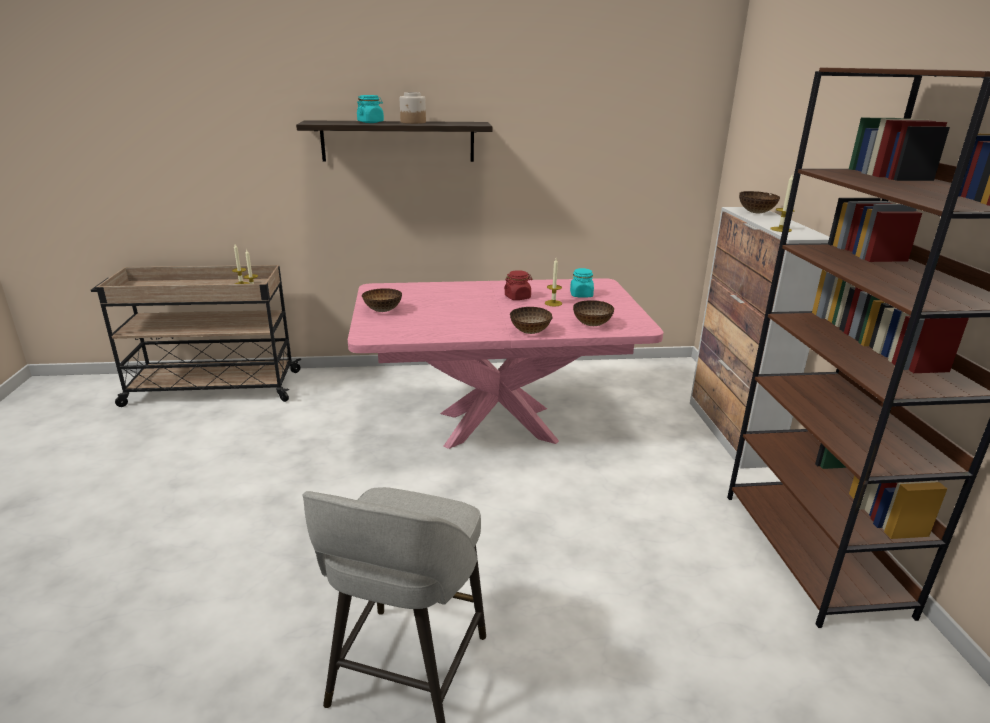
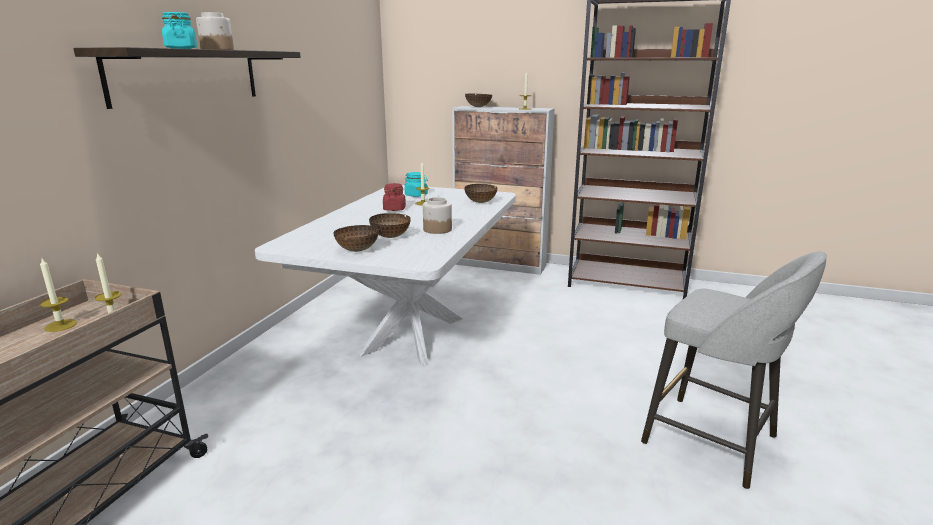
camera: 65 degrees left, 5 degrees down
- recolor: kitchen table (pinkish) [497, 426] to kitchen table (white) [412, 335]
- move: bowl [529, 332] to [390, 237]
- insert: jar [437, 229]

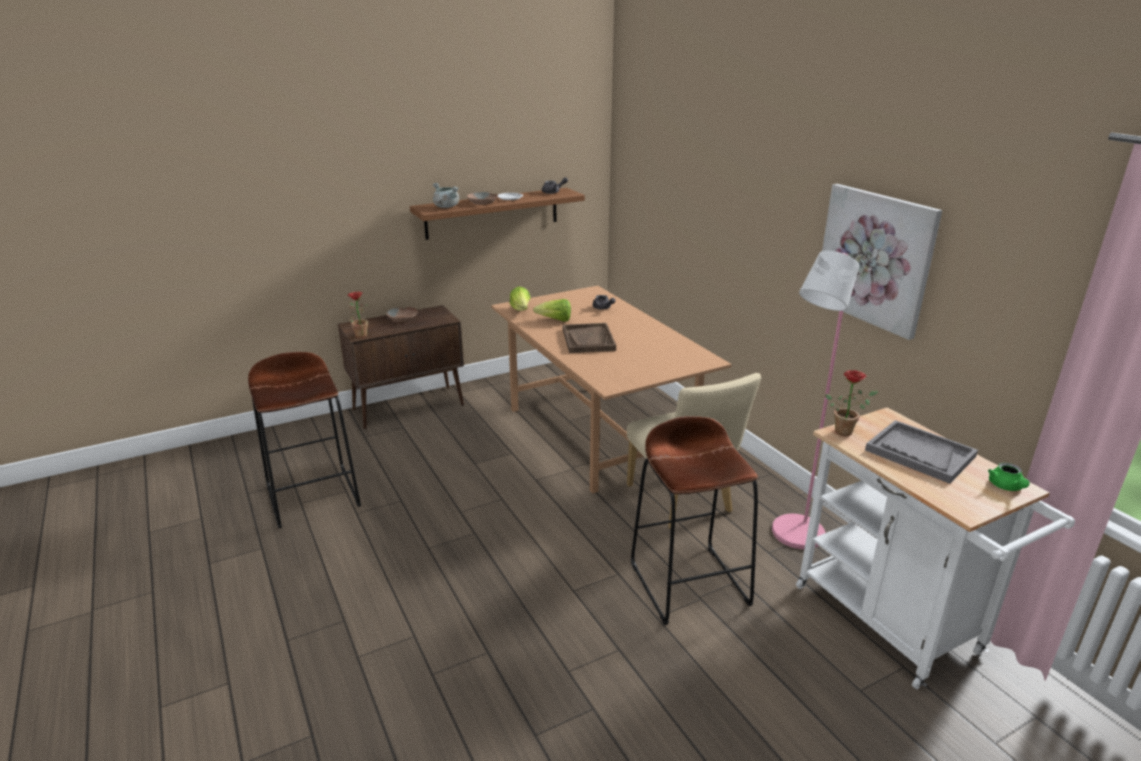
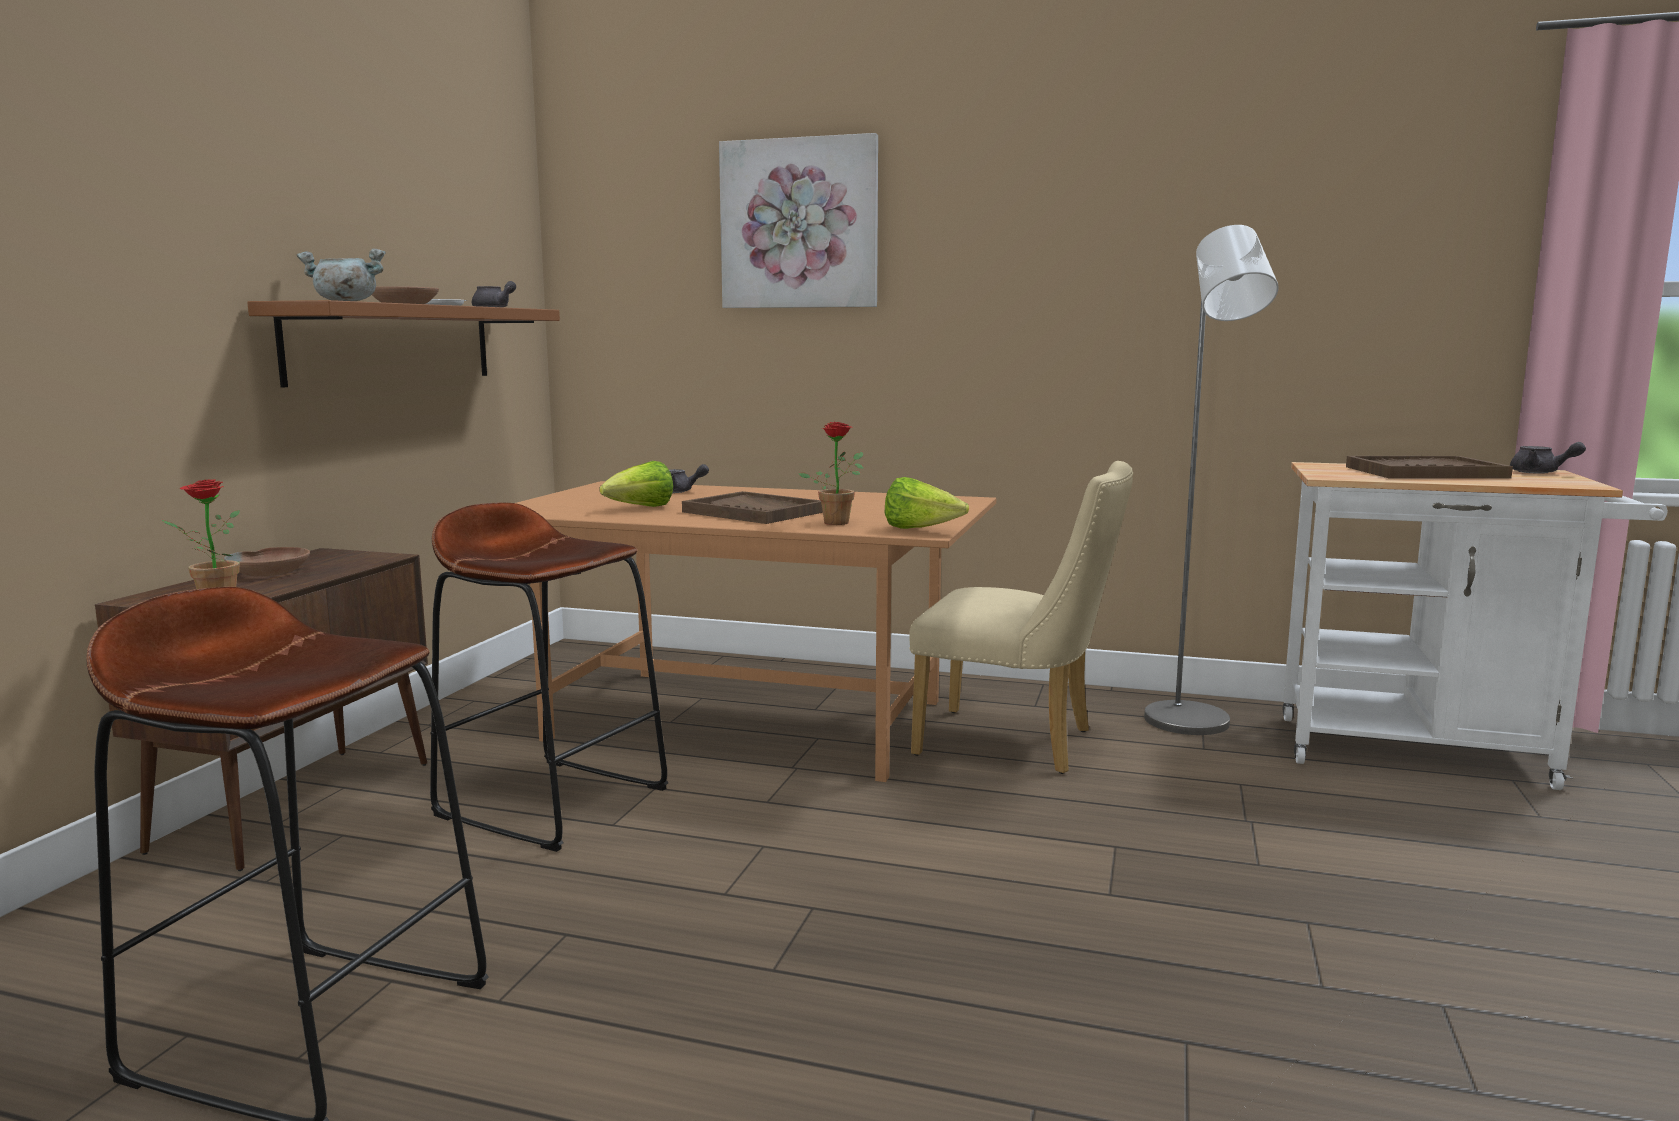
camera: 45 degrees left, 15 degrees down
- move: wall picture [875, 258] to [800, 224]
- recolor: standard lamp (pinkish) [793, 538] to standard lamp (gray) [1193, 726]
- move: lettuce head [521, 310] to [920, 530]
- move: potted plant [846, 431] to [838, 522]
- move: sitting stool (brown) [689, 583] to [553, 801]
- recolor: serving tray (gray) [919, 453] to serving tray (brown) [1424, 472]
- recolor: pot for tea (green) [1006, 487] to pot for tea (gray) [1540, 473]

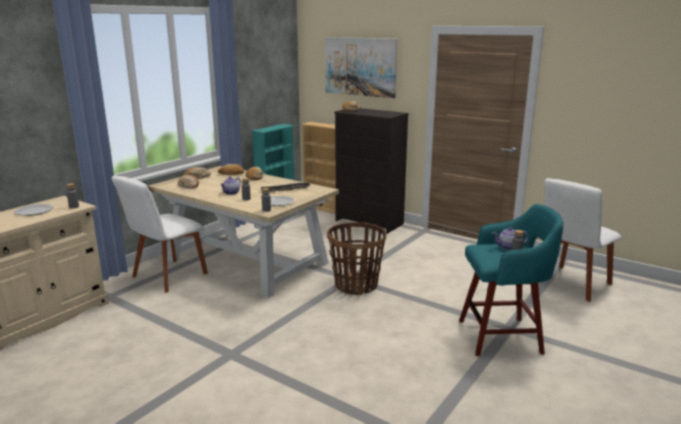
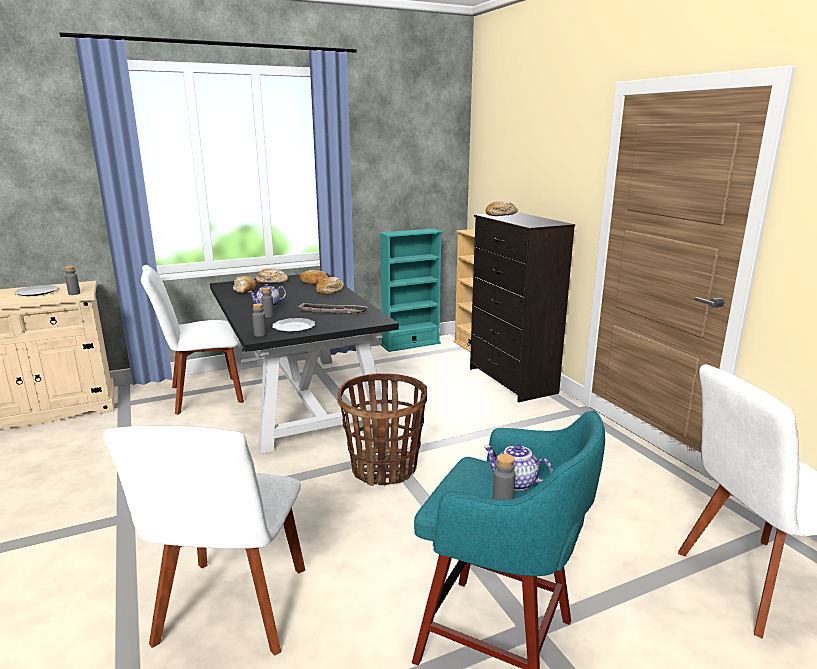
camera: 30 degrees right, 0 degrees up
- delete: wall picture [360, 66]
- recolor: kitchen table (beige-coloured) [248, 262] to kitchen table (blackish) [301, 399]
- insert: chair (white) [231, 611]

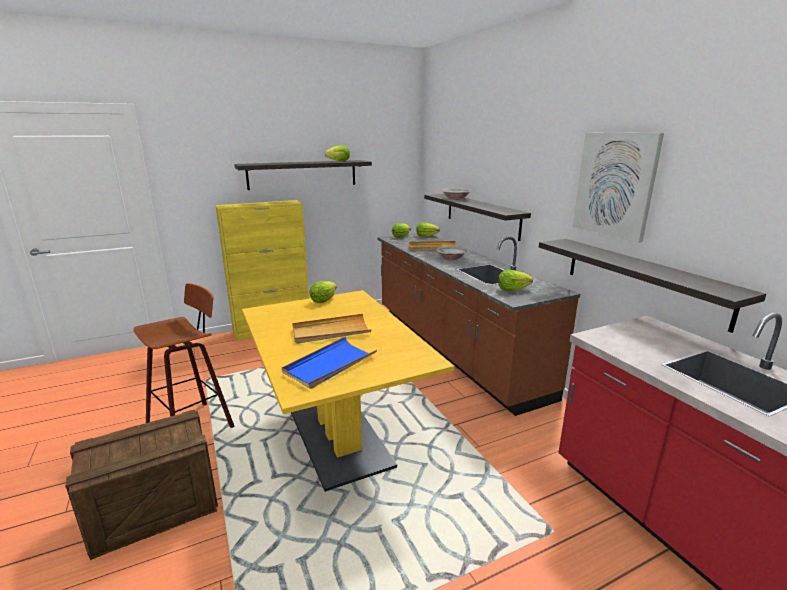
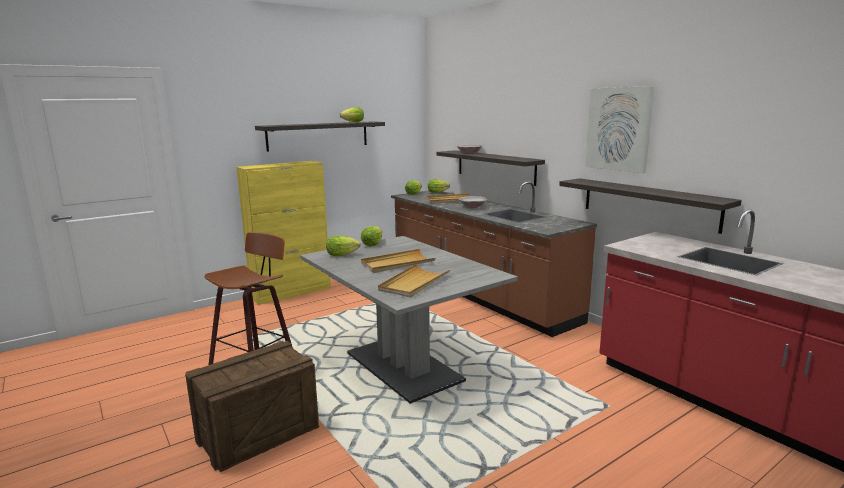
camera: 10 degrees left, 5 degrees down
- move: lettuce head [512, 290] to [341, 255]
- recolor: kitchen table (yellow) [339, 438] to kitchen table (gray) [403, 367]
- recolor: serving tray (bluish) [329, 365] to serving tray (beige-coloured) [414, 283]

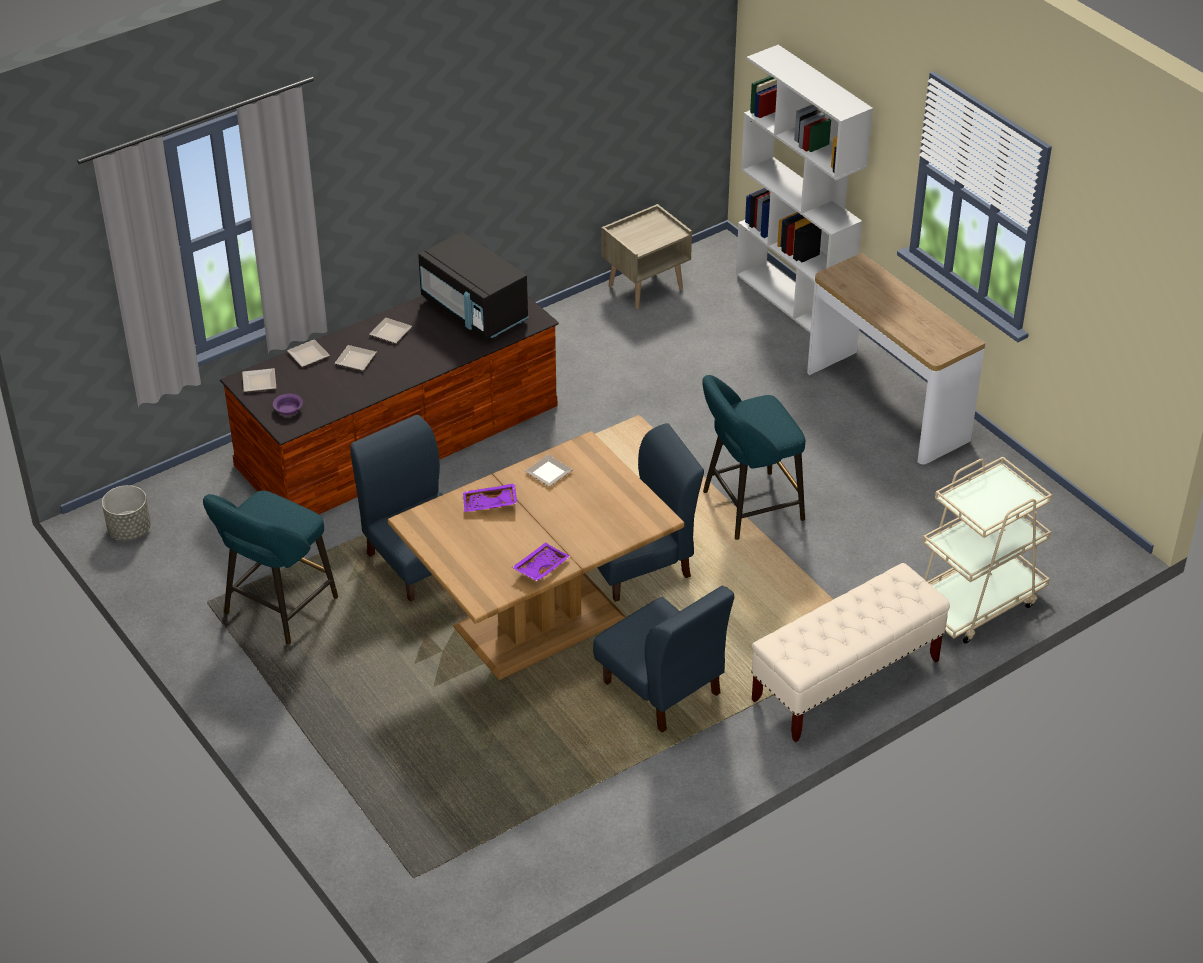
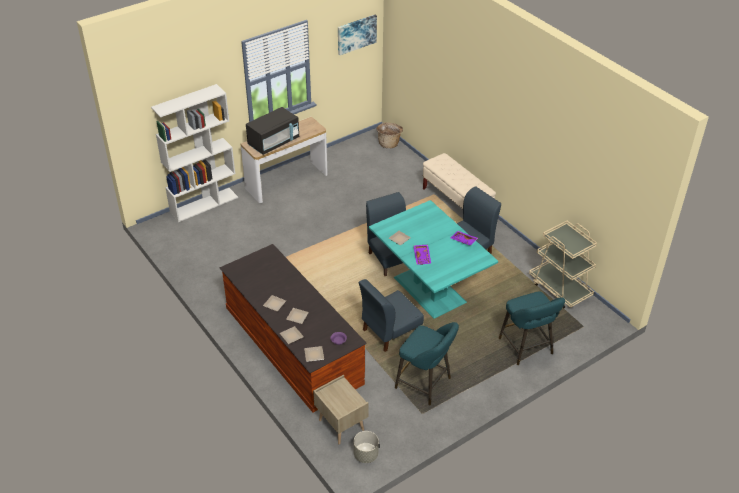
camera: 90 degrees left, 0 degrees up
- move: night table (beige-coloured) [645, 287] to [340, 425]
- move: kitchen microwave (blackish) [474, 311] to [274, 142]
- move: sitting stool (blue-green) [747, 507] to [527, 348]
- recolor: kitchen table (brown) [538, 622] to kitchen table (blue-green) [429, 290]
- move: wheeled cart (beige-coloured) [975, 602] to [560, 288]
- insert: wall picture [356, 34]
- insert: storage basket [389, 143]

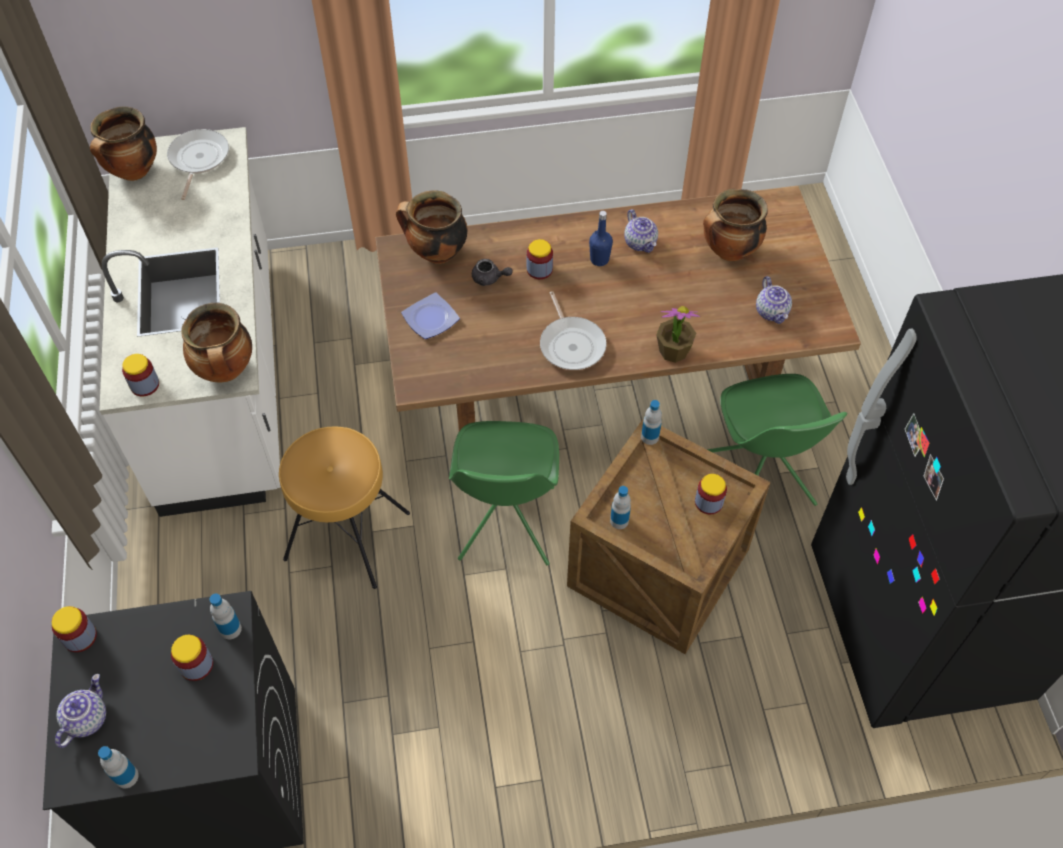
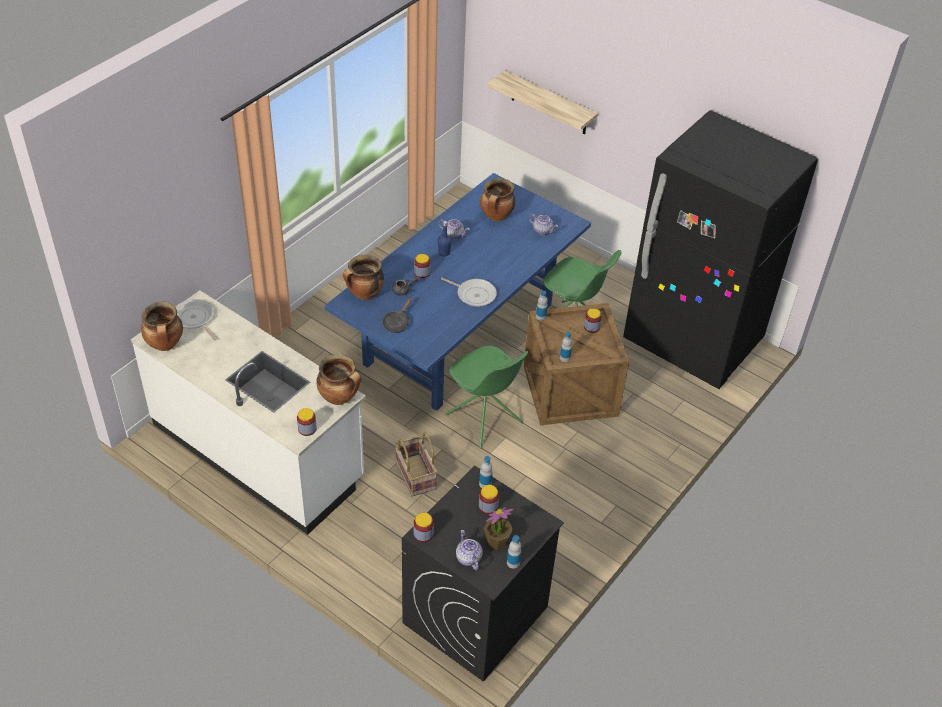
camera: 45 degrees left, 10 degrees down
- recolor: kitchen table (brown) [603, 386] to kitchen table (bluish) [460, 332]
- replace: dinner plate [431, 318] to pan (blackish) [397, 323]
- move: potted plant [673, 351] to [497, 541]
- replace: sitting stool (brown) [347, 534] to storage basket [414, 475]
- insert: bracket shelf [549, 103]

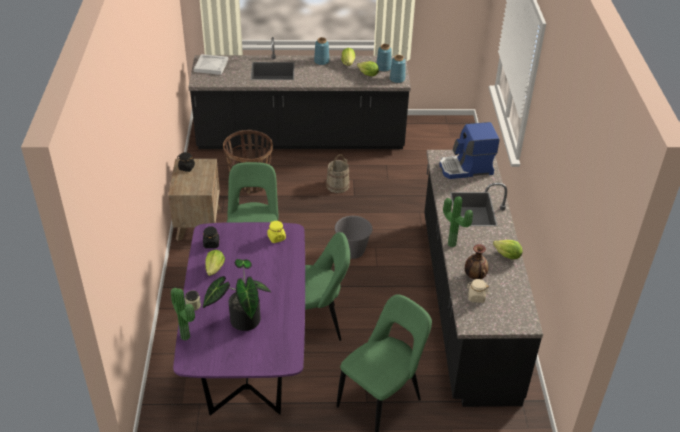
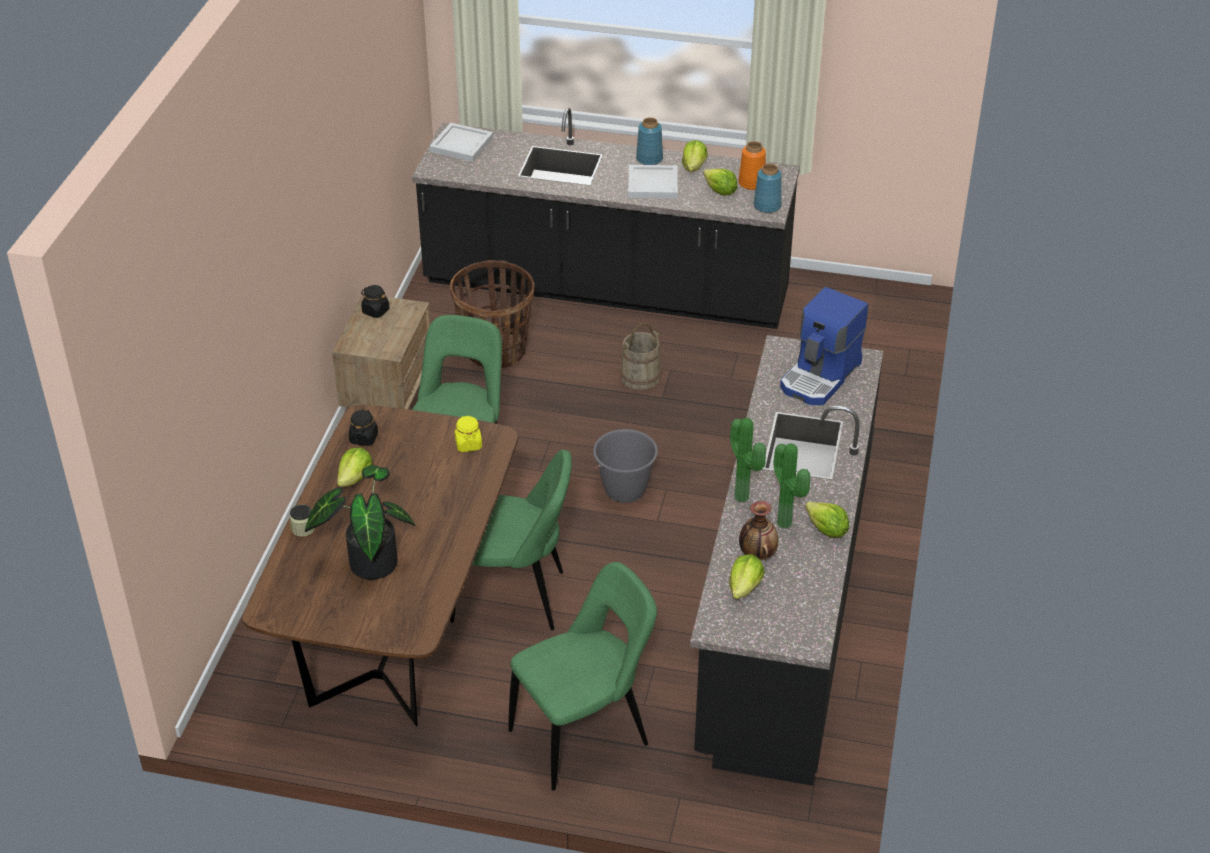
camera: 15 degrees right, 0 degrees up
- recolor: flower vase (bluish) [384, 68] to flower vase (orangey) [752, 183]
- rotate: coffee brewer [466, 168] = [821, 376] 60 degrees counterclockwise
- recolor: kitchen table (purple) [248, 355] to kitchen table (brown) [398, 627]
- replace: jar (beige-coloured) [476, 297] to lettuce head [745, 587]
- move: potted plant [187, 336] to [786, 522]
- insert: serving tray (white) [653, 184]

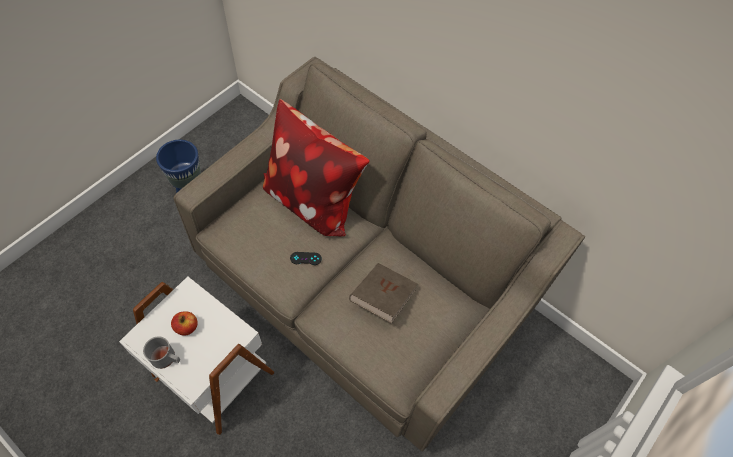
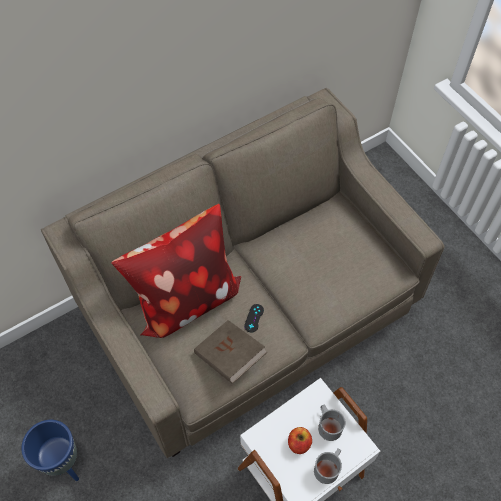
camera: 70 degrees left, 0 degrees up
- move: bound book (brown) [382, 298] to [230, 357]
- insert: coffee mug (gray) [328, 425]

